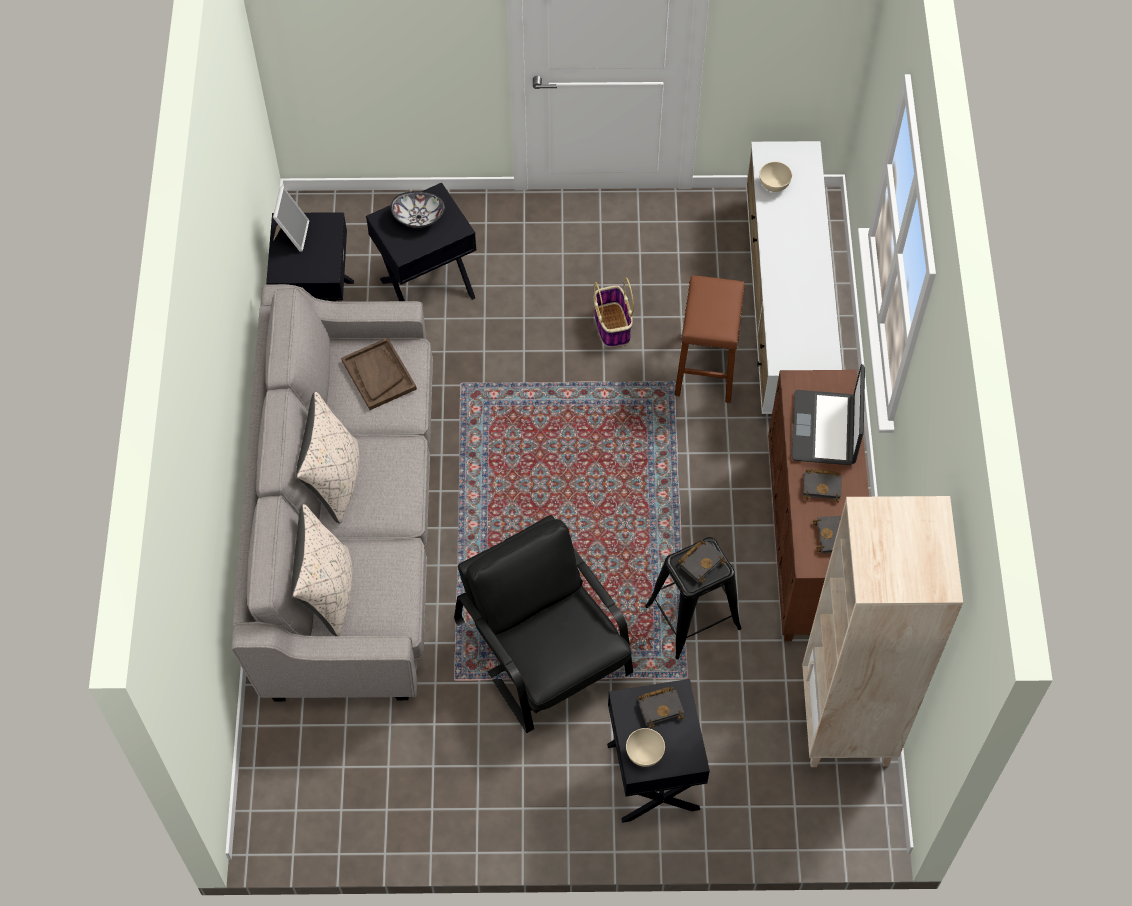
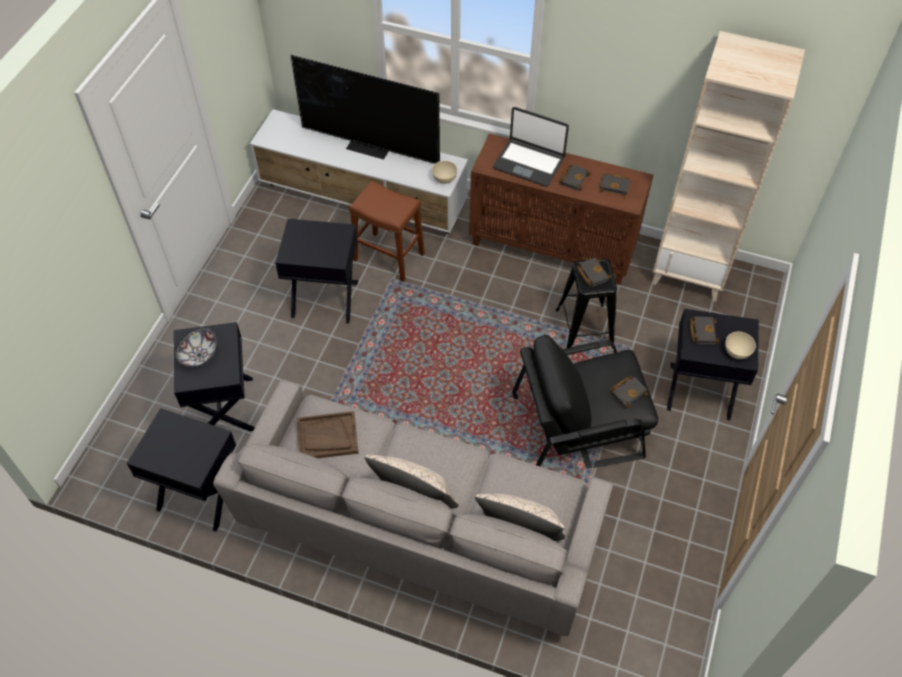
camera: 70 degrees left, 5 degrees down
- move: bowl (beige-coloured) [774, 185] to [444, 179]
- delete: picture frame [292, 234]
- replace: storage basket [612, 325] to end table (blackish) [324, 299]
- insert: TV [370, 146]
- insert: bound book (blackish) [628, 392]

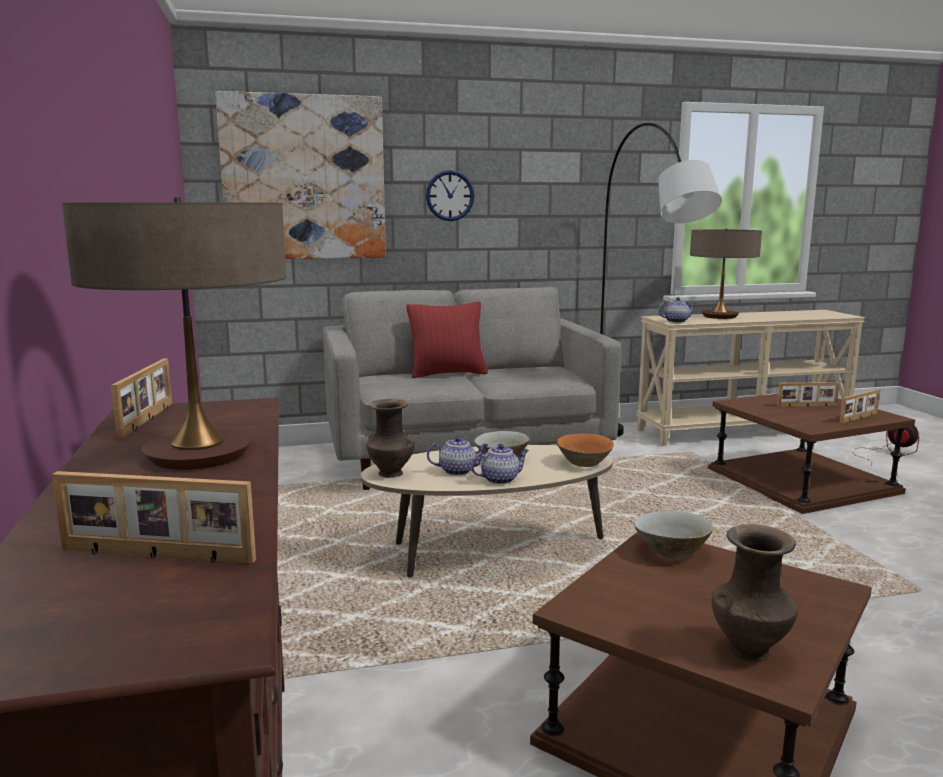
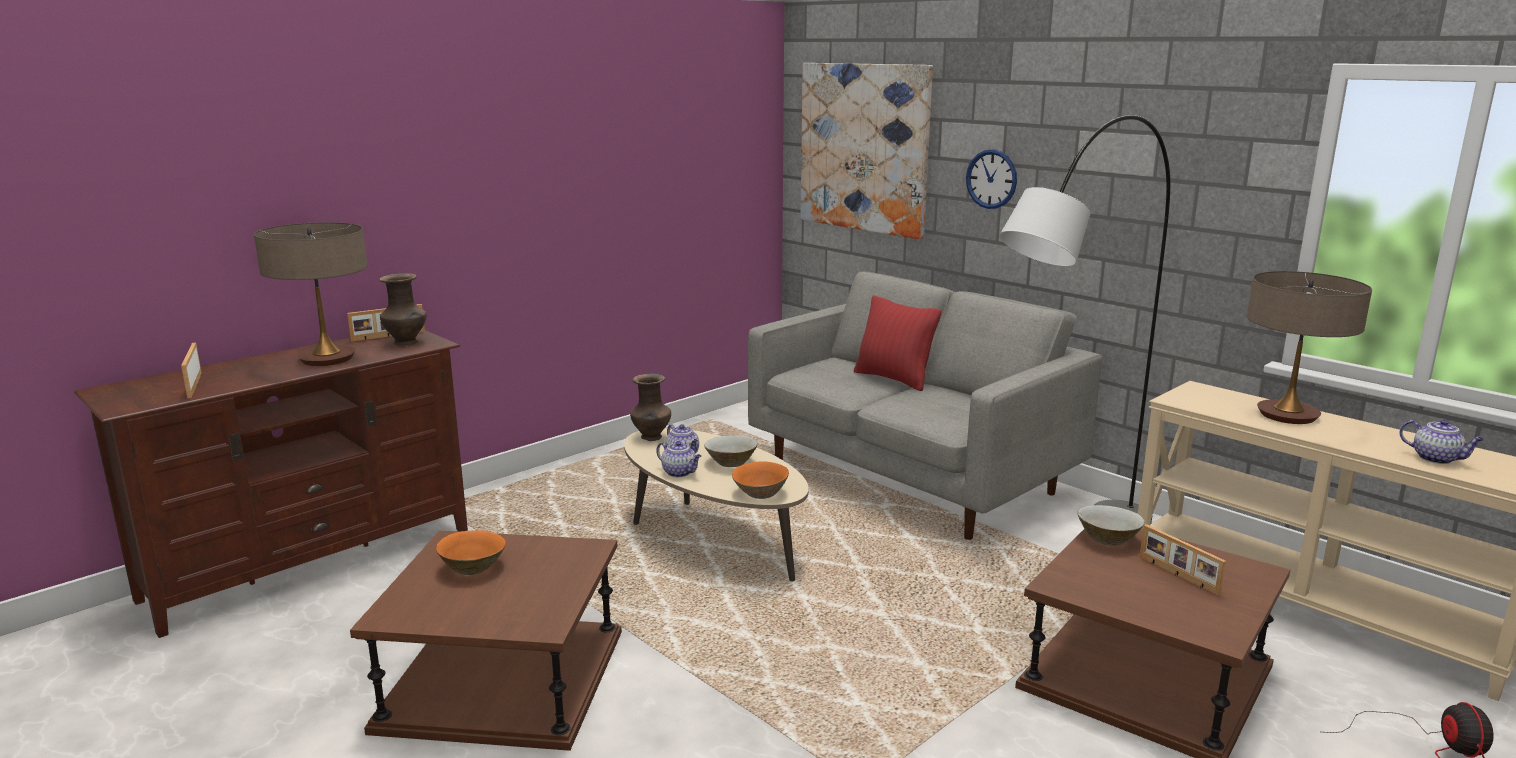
camera: 60 degrees right, 5 degrees up
- move: pot for tea [676, 321] to [1436, 459]
- delete: picture frame [859, 418]
- move: bowl (beige-coloured) [671, 551] to [1108, 539]
- move: flower vase (brown) [750, 650] to [407, 343]
- insert: bowl (orangey) [473, 568]

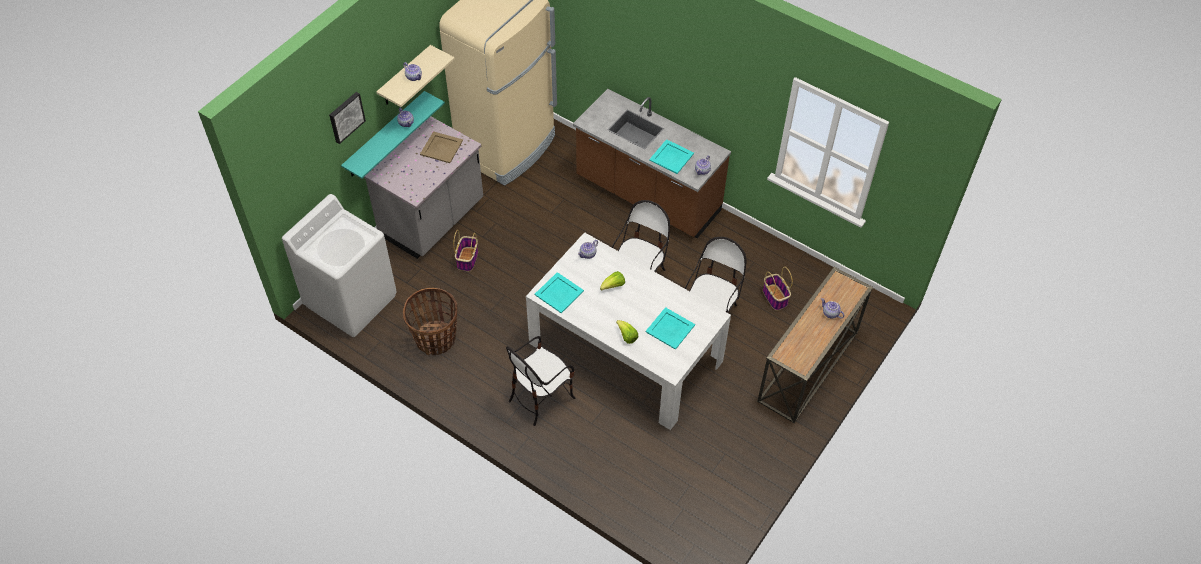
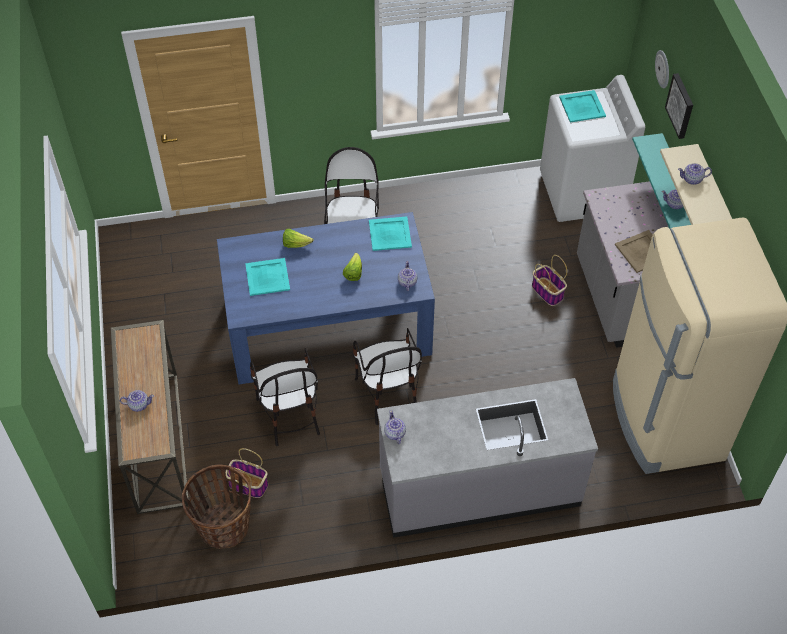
camera: 135 degrees right, 0 degrees up
- recolor: kitchen counter (brown) [647, 196] to kitchen counter (gray) [479, 488]
- move: serving tray (blue-green) [671, 157] to [582, 106]
- recolor: kitchen table (white) [626, 352] to kitchen table (bluish) [327, 326]
- move: storage basket [435, 339] to [223, 526]
- insert: clock on the wall [663, 69]

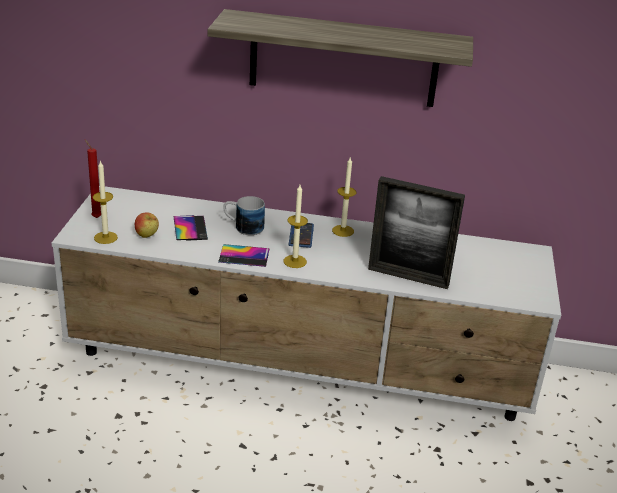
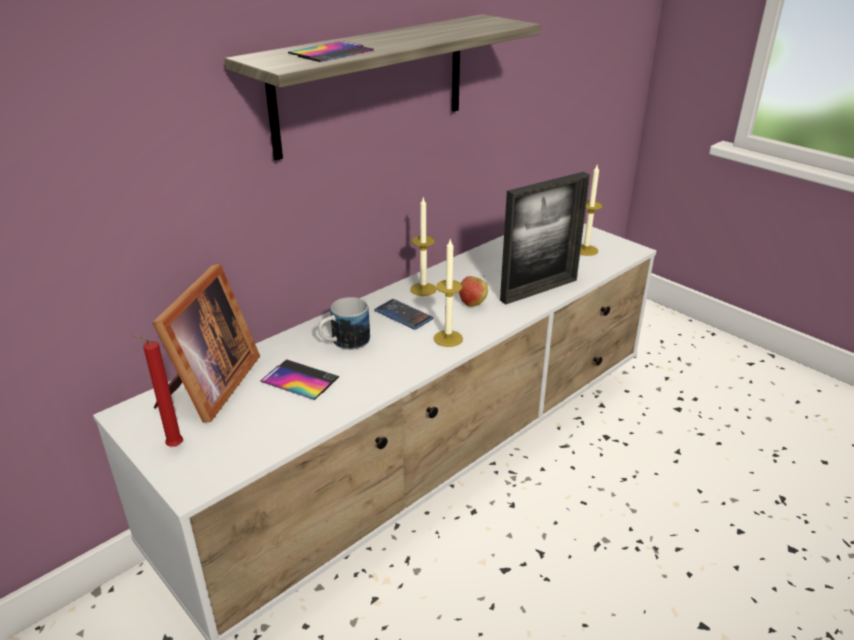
camera: 50 degrees left, 0 degrees up
- move: wax candle [105, 237] to [586, 250]
- move: apple fruit [147, 236] to [473, 304]
- move: handset [244, 256] to [331, 52]
- insert: picture frame [209, 388]

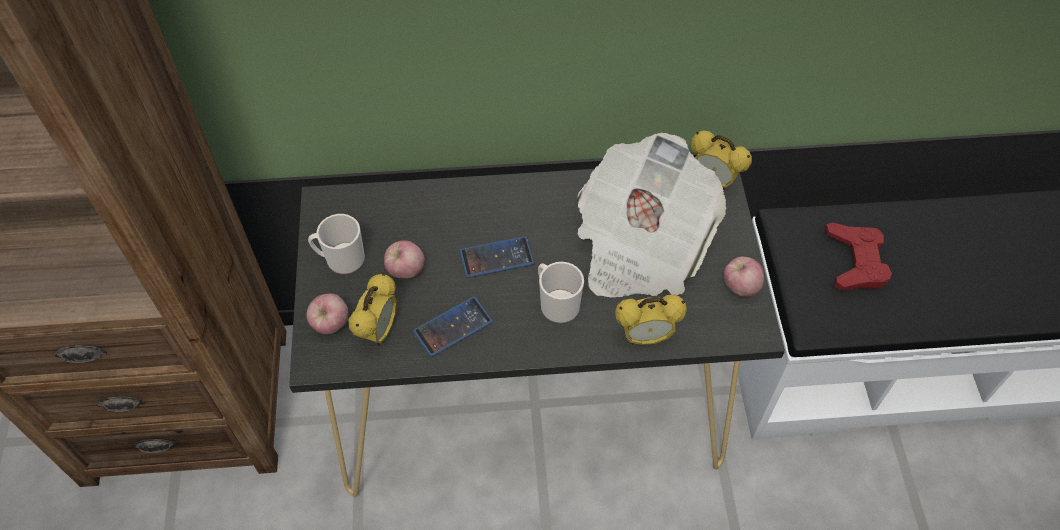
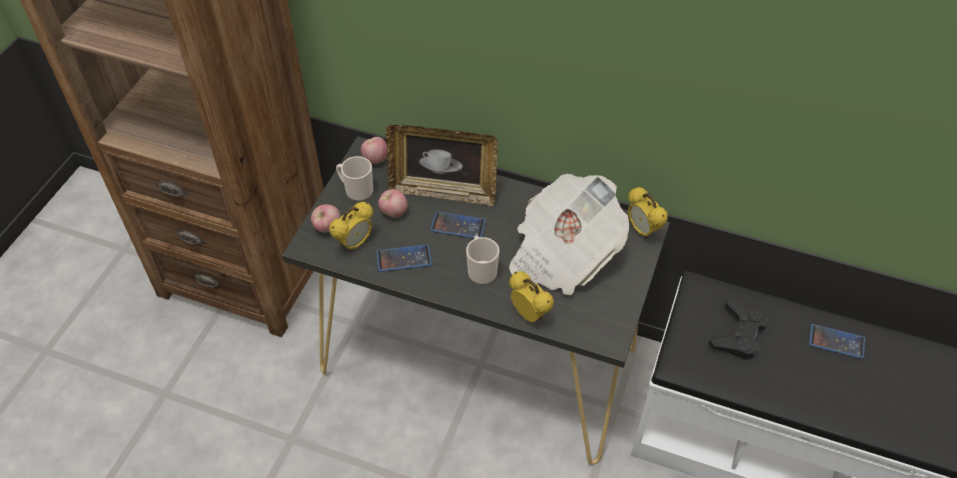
camera: 25 degrees right, 5 degrees down
- recolor: game controller (red) [855, 261] to game controller (blackish) [738, 333]
- move: apple fruit [740, 287] to [375, 159]
- rotate: table clock [645, 337] = [529, 314] 150 degrees counterclockwise
- insert: picture frame [443, 191]
- insert: handset [836, 342]

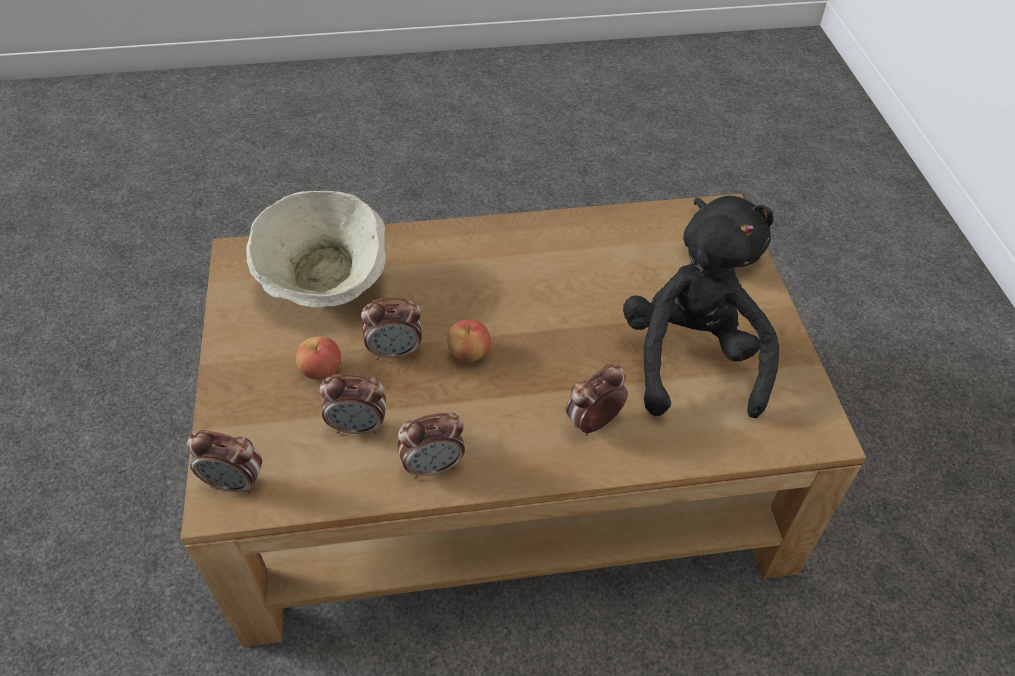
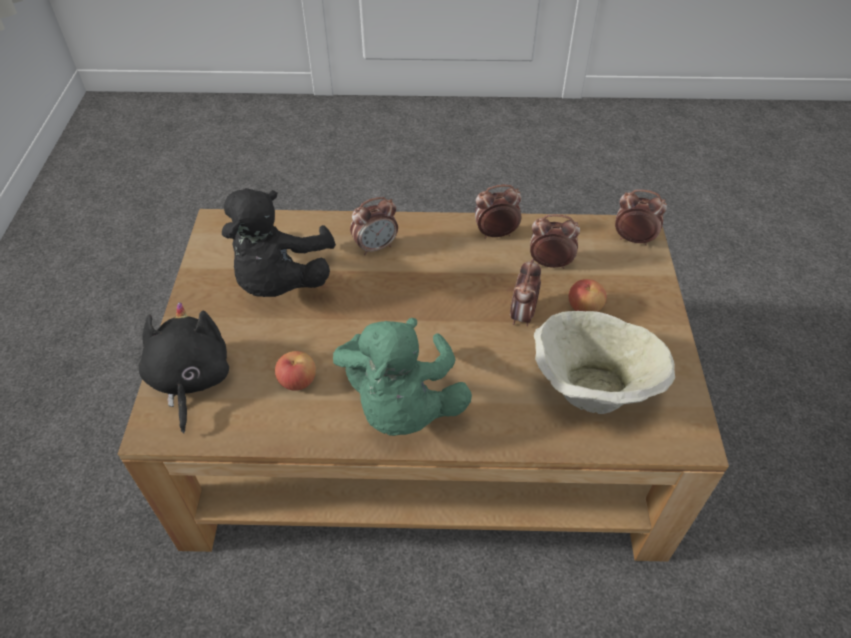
camera: 170 degrees left, 0 degrees up
- rotate: table clock [395, 352] = [522, 315] 75 degrees counterclockwise
- move: apple fruit [469, 353] to [297, 381]
- insert: soft toy (green) [401, 405]

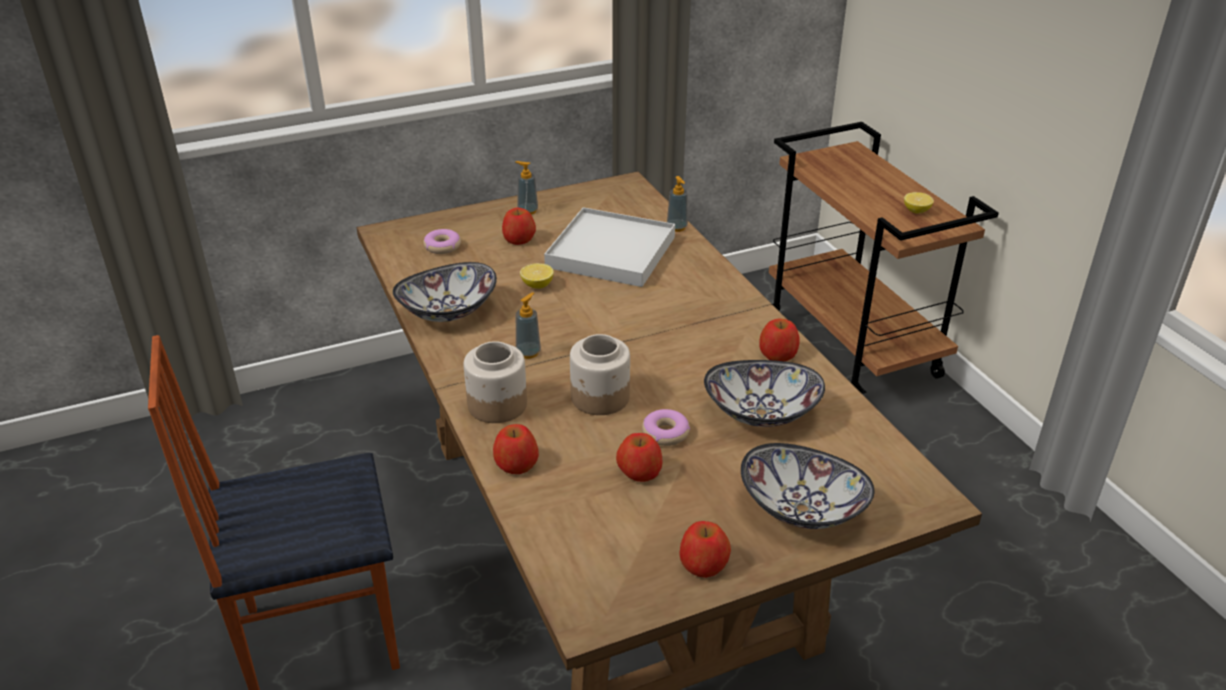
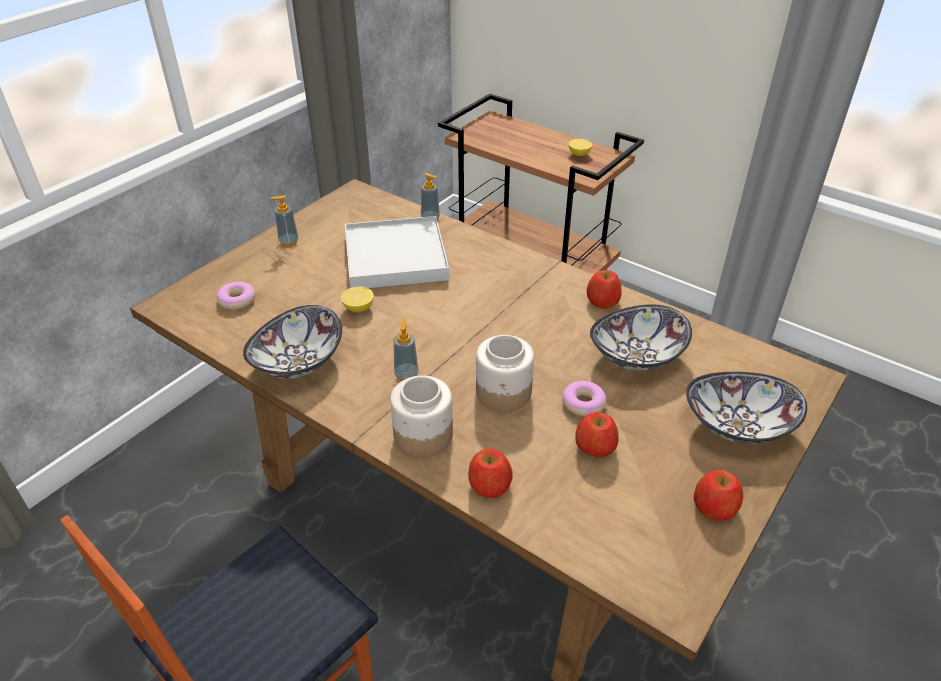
camera: 30 degrees left, 5 degrees up
- delete: apple fruit [519, 239]

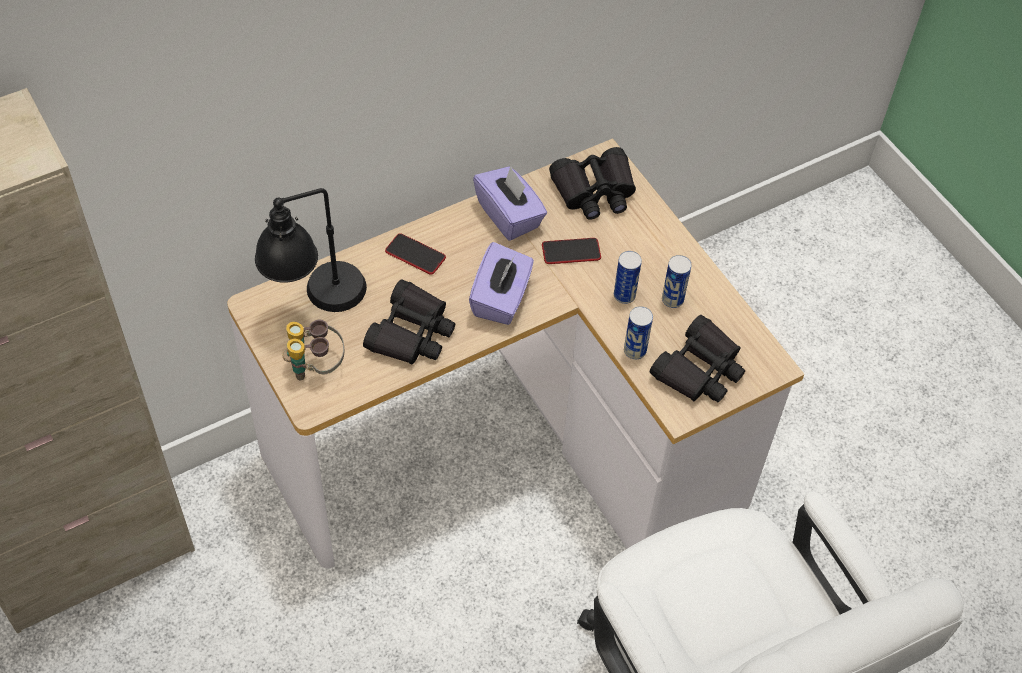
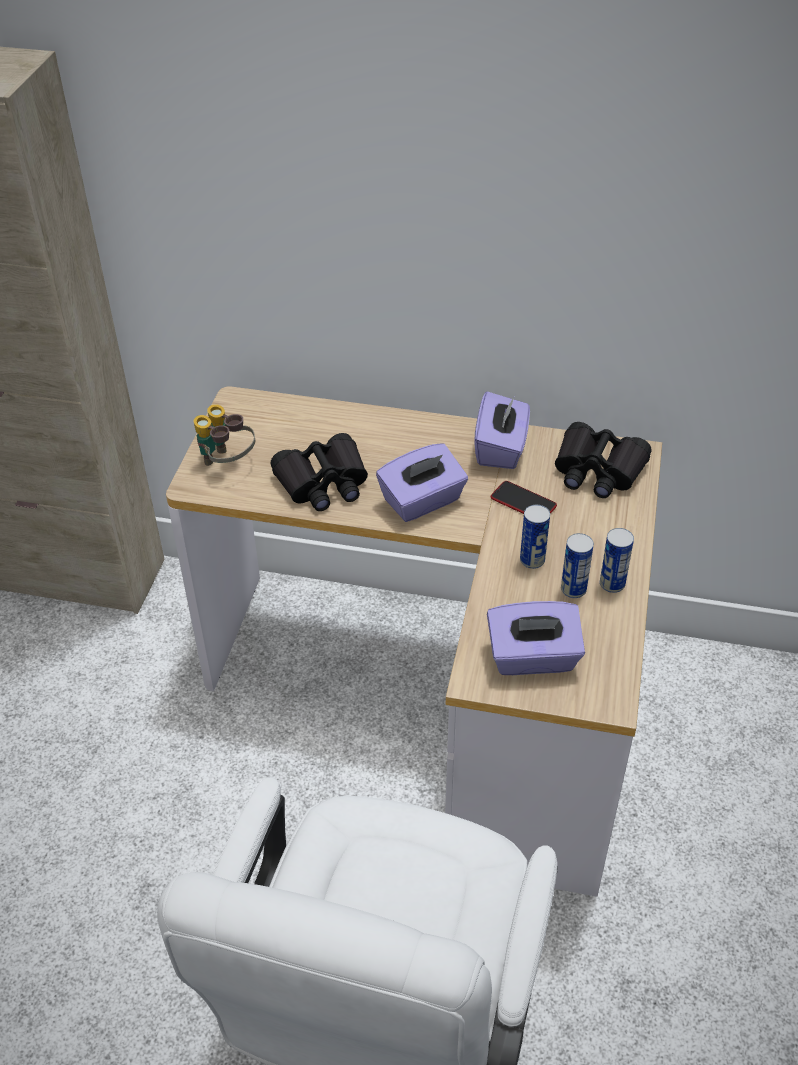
camera: 45 degrees right, 10 degrees down
- delete: lamp for a table (blackish) [316, 303]
- delete: handset [415, 255]
- move: metal can [635, 350] to [612, 584]
- replace: field glasses (blackish) [699, 370] to tissue holder (purple) [533, 658]

